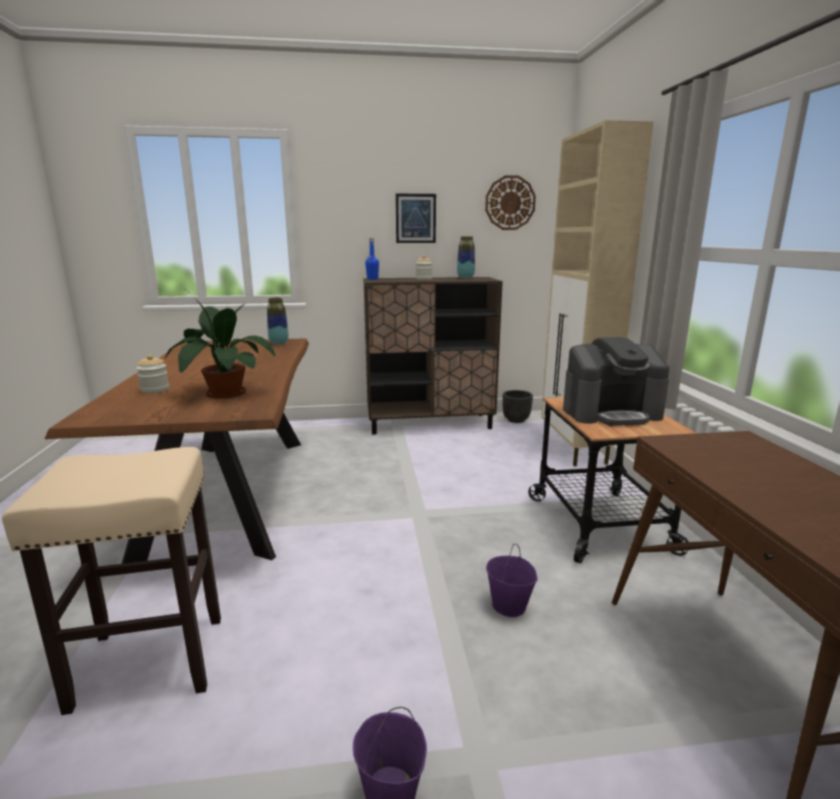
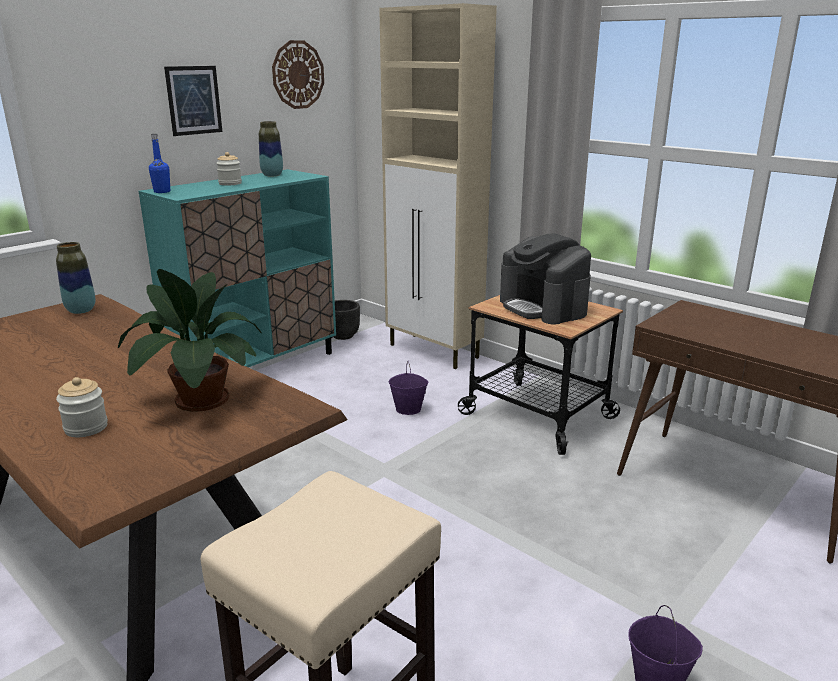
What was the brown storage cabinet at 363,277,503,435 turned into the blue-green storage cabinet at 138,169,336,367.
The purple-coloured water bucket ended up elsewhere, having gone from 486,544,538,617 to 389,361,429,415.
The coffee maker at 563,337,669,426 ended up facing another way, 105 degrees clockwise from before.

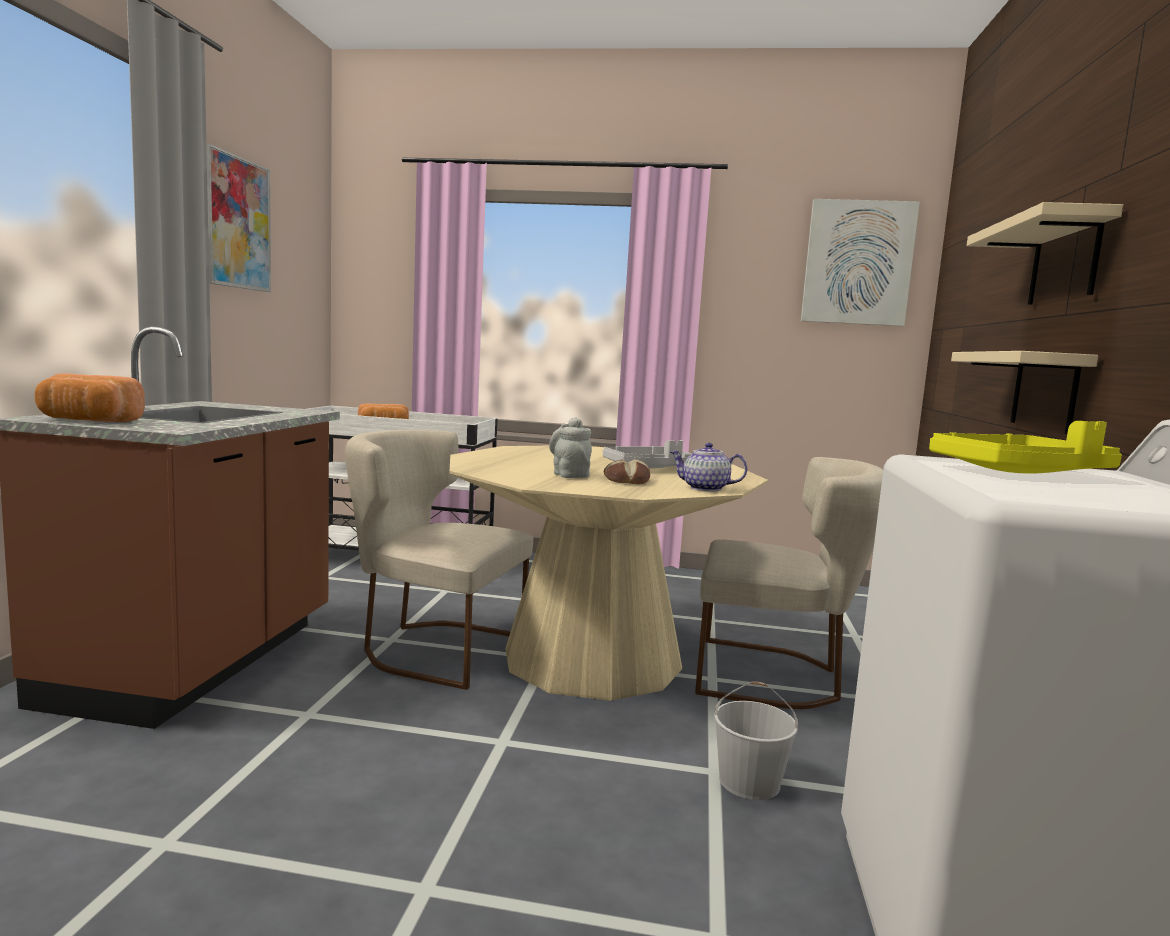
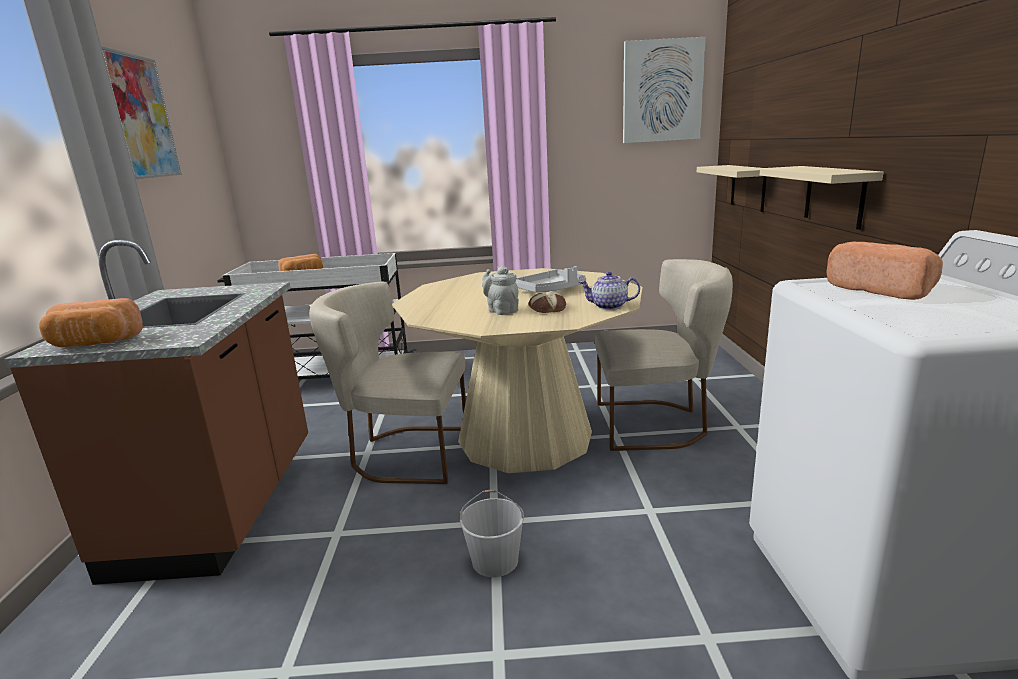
The whitish water bucket ended up elsewhere, having gone from 714,681,798,800 to 460,490,524,577.
Where the yellowish tray stood at 929,421,1122,474, the bread came to stand at 827,242,943,300.
The beige-coloured wall shelf ended up elsewhere, having gone from 967,202,1123,305 to 697,165,767,212.

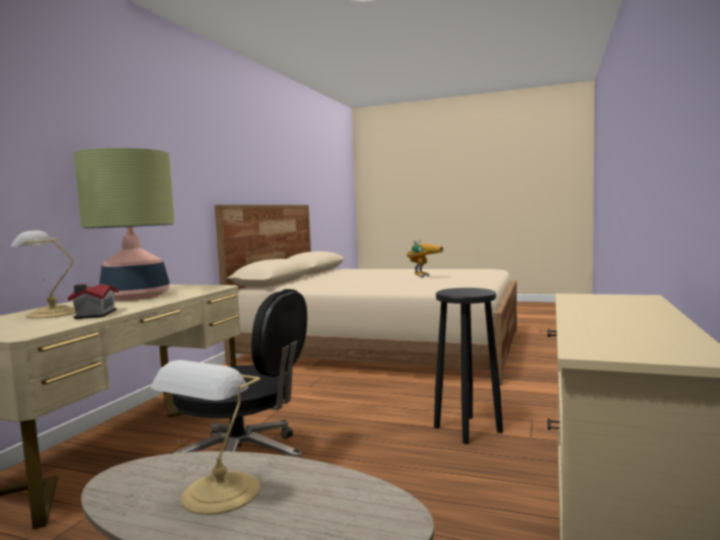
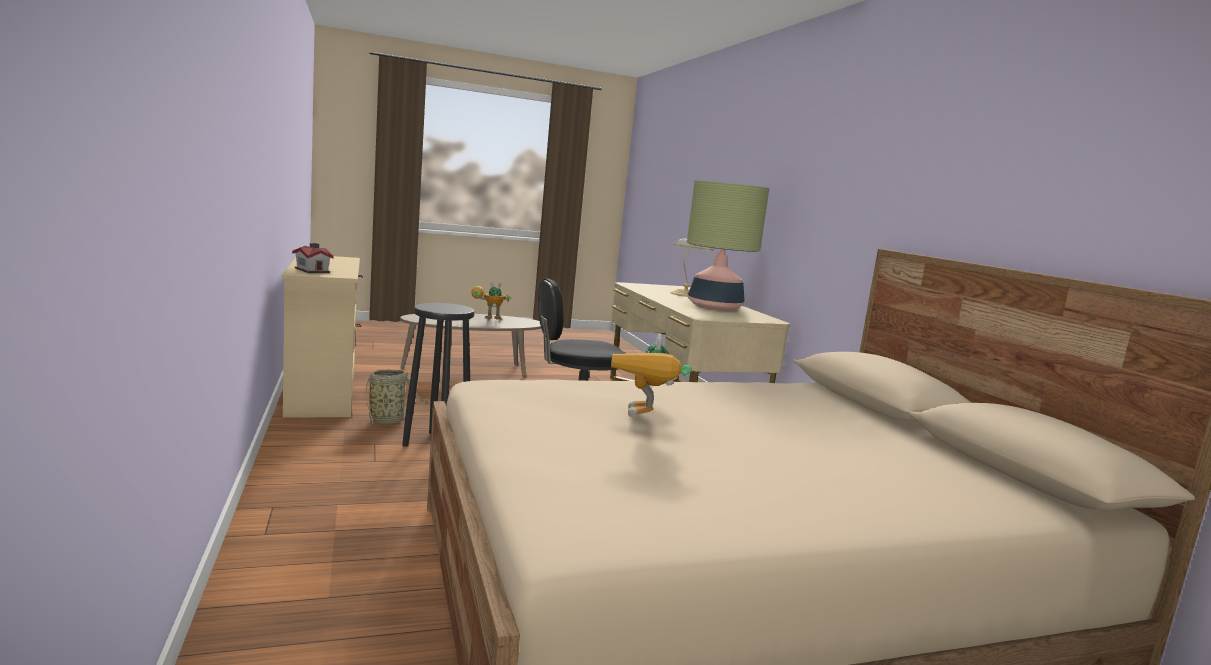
The miniature house ended up elsewhere, having gone from 68,284,119,319 to 292,243,334,273.
Where the lamp for a table stood at 151,360,260,515, the toy robot came to stand at 471,282,511,320.
The second view gained the basket at 355,369,429,425.

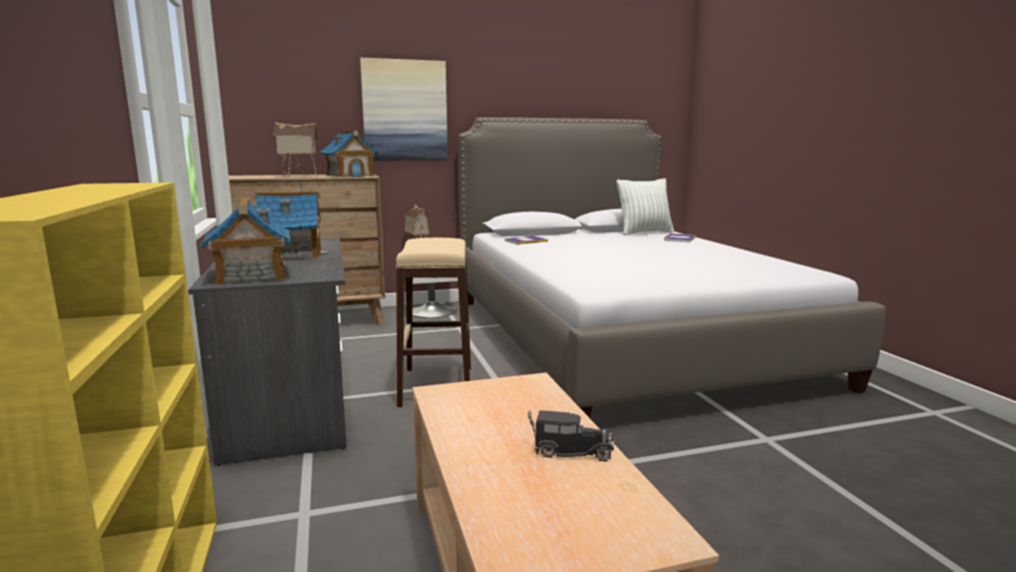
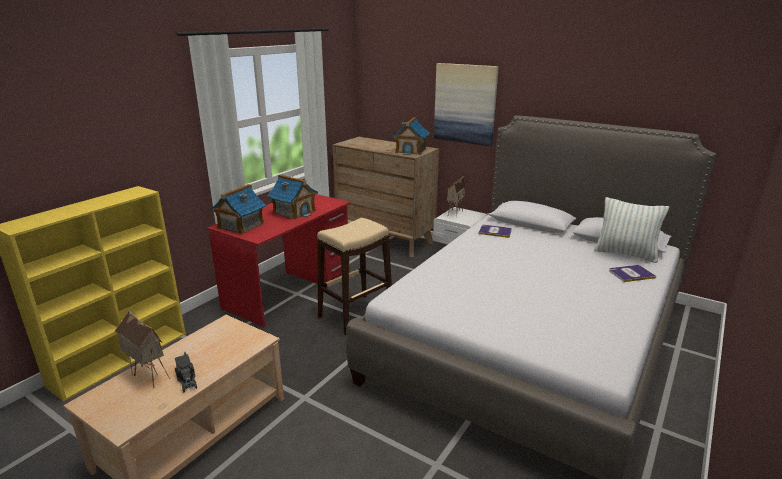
What was the grey desk unit at 188,238,347,466 turned into the red desk unit at 207,194,350,327.
The miniature house ended up elsewhere, having gone from 273,122,318,178 to 114,310,170,388.

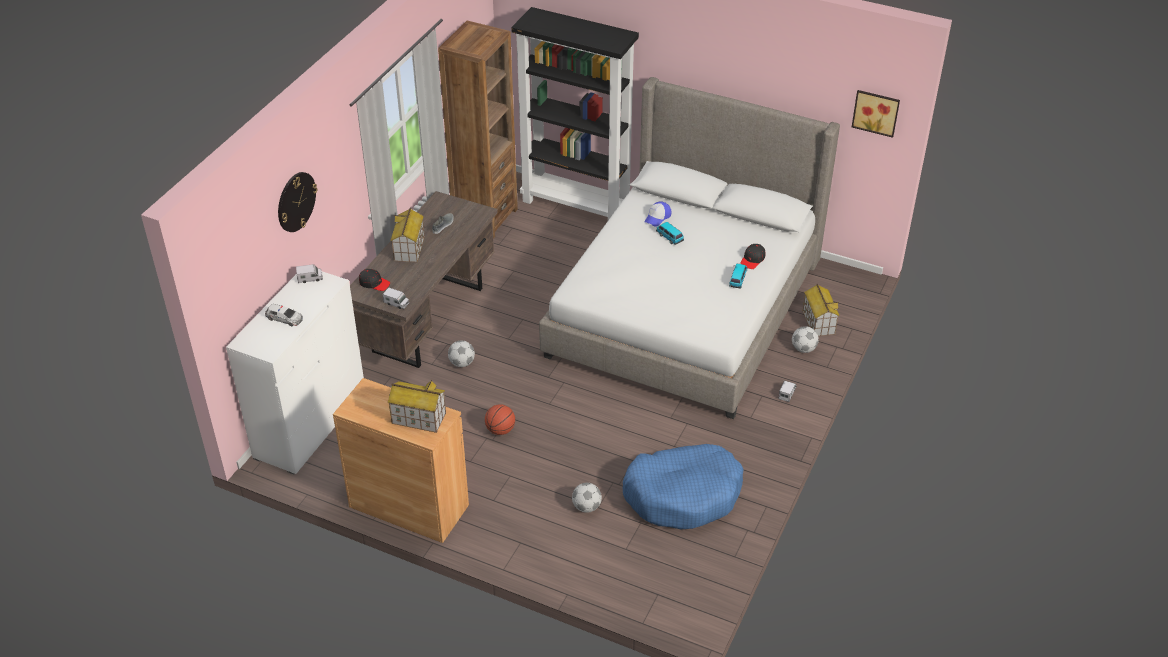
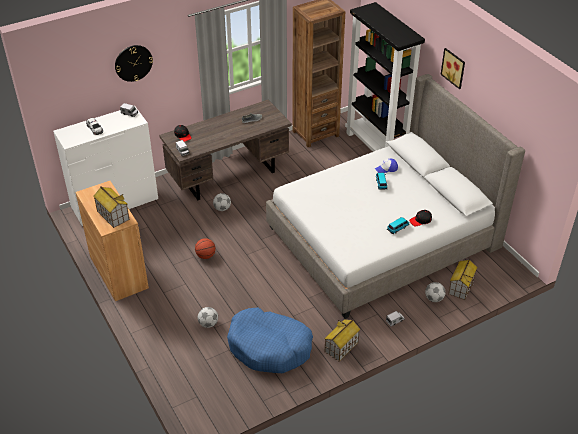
The miniature house ended up elsewhere, having gone from 390,207,425,263 to 325,319,360,362.
The picture ended up elsewhere, having gone from 852,90,900,138 to 440,48,465,89.

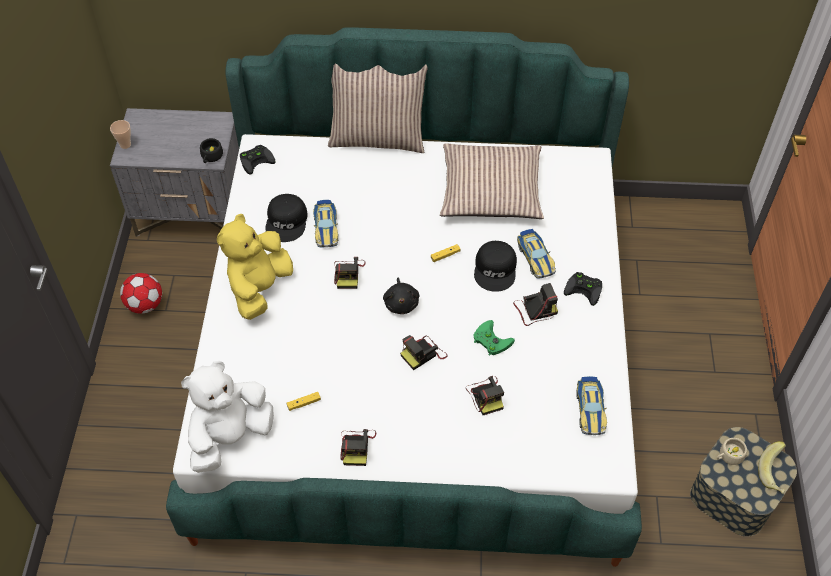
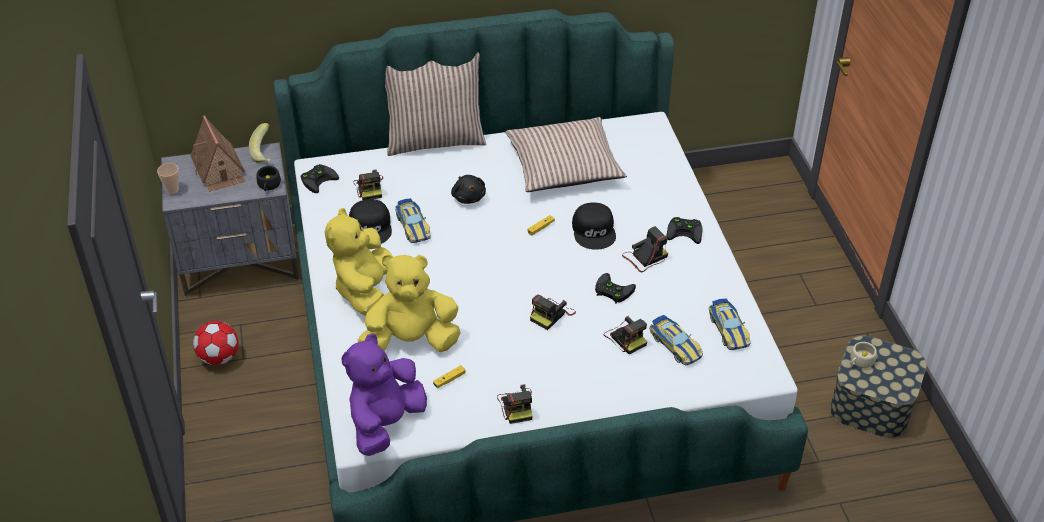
What was the whitish soft toy at 181,361,274,473 turned into the purple-coloured soft toy at 341,334,427,456.
The still camera ended up elsewhere, having gone from 334,257,366,289 to 353,169,383,200.
The black soft toy ended up elsewhere, having gone from 383,277,419,314 to 451,175,486,204.
What was the greenish joypad at 473,320,515,356 turned into the black joypad at 595,273,636,304.
The miniature car ended up elsewhere, having gone from 517,229,556,278 to 649,315,703,366.
The banana ended up elsewhere, having gone from 758,441,786,494 to 249,123,271,163.
The second view gained the miniature house at 190,115,246,192.
The second view gained the yellowish soft toy at 357,254,461,352.

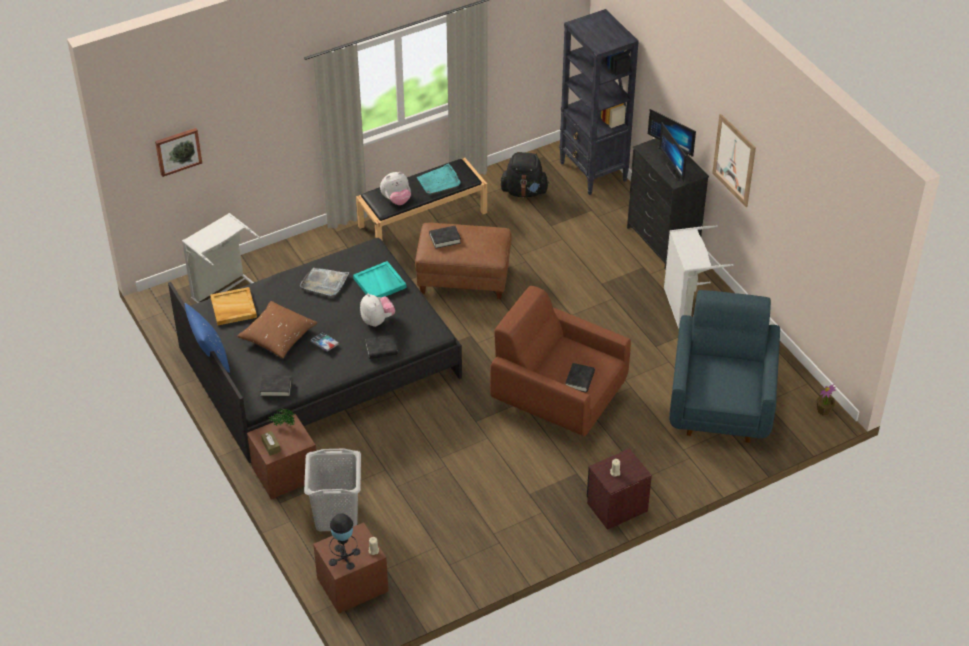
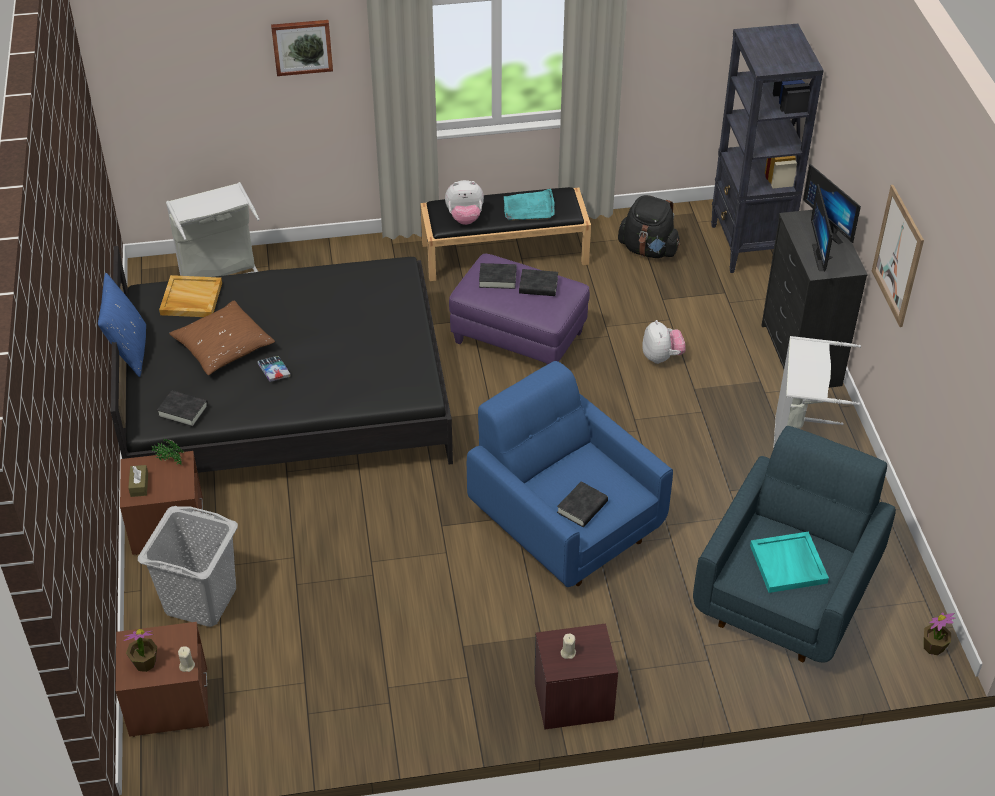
The picture ended up elsewhere, having gone from 155,128,202,177 to 271,20,333,76.
The second view lost the grey tray at 300,268,350,296.
Where the black lamp for a table stood at 329,513,360,570, the potted plant came to stand at 124,629,157,672.
The blue-green tray ended up elsewhere, having gone from 353,261,406,297 to 750,531,829,593.
The soft toy ended up elsewhere, having gone from 360,293,395,327 to 642,320,686,364.
The black book ended up elsewhere, having gone from 365,335,398,359 to 519,269,558,296.
What was the brown pouffe at 415,223,511,299 turned into the purple-coloured pouffe at 449,254,590,365.
What was the brown lounge chair at 490,286,631,436 turned into the blue-coloured lounge chair at 467,361,673,587.

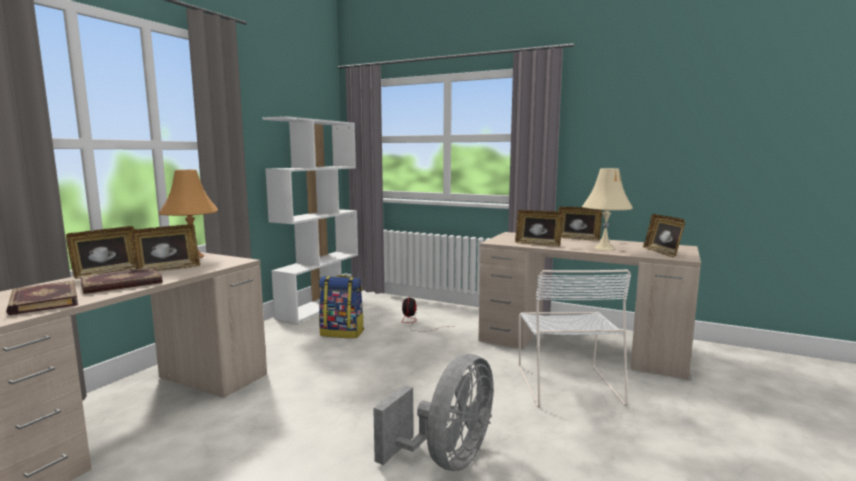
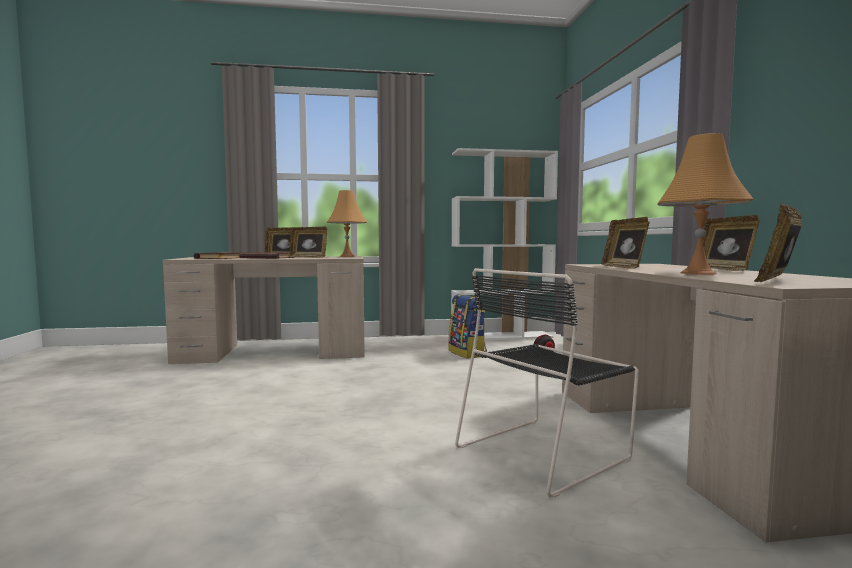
The second view lost the grey cooling fan at 373,354,493,471.
What was the whitish chair at 519,269,631,407 turned into the black chair at 455,268,639,498.
What was the beige-coloured lamp for a table at 582,168,633,250 turned into the orange-coloured lamp for a table at 657,133,753,275.

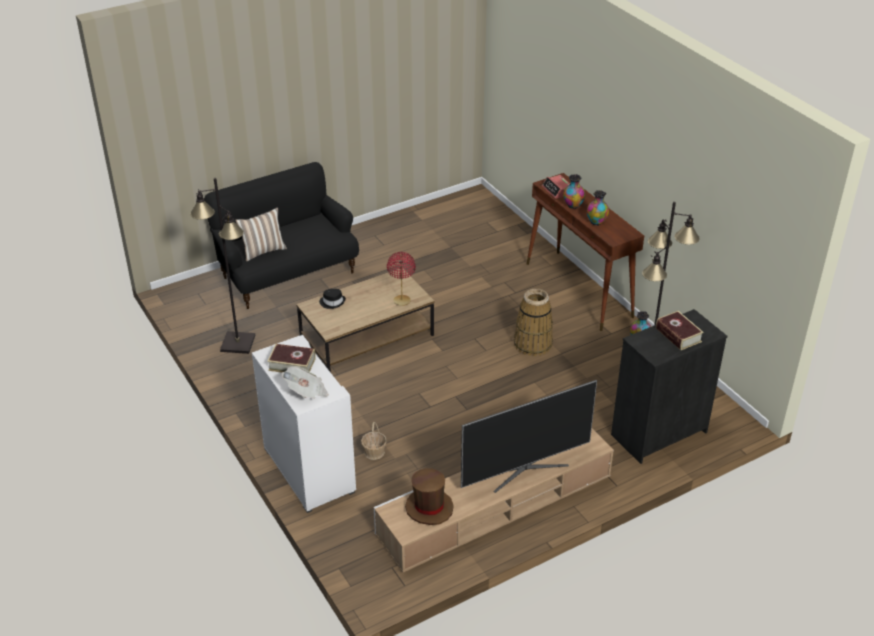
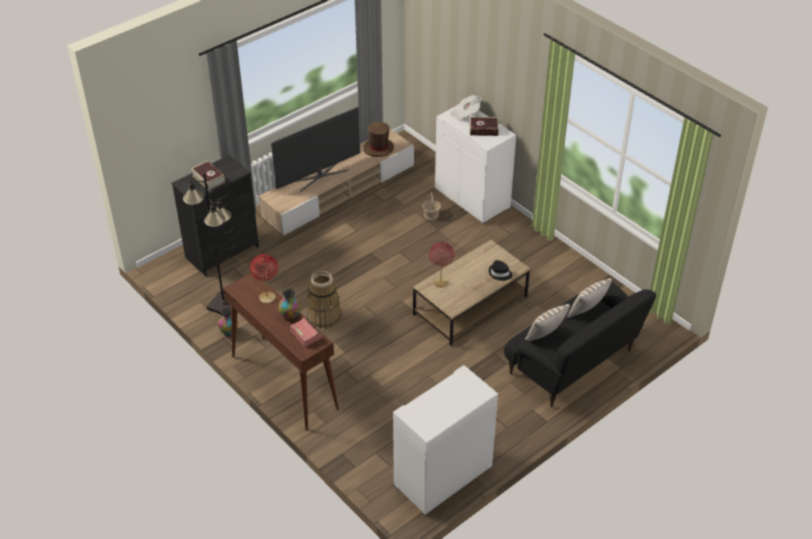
The second view lost the black standard lamp at 190,178,255,354.
Where the flower vase stood at 587,190,609,226, the red lamp for a table came to stand at 250,254,278,303.
The second view gained the whitish storage cabinet at 393,365,498,516.
The second view gained the cushion at 525,304,570,342.

